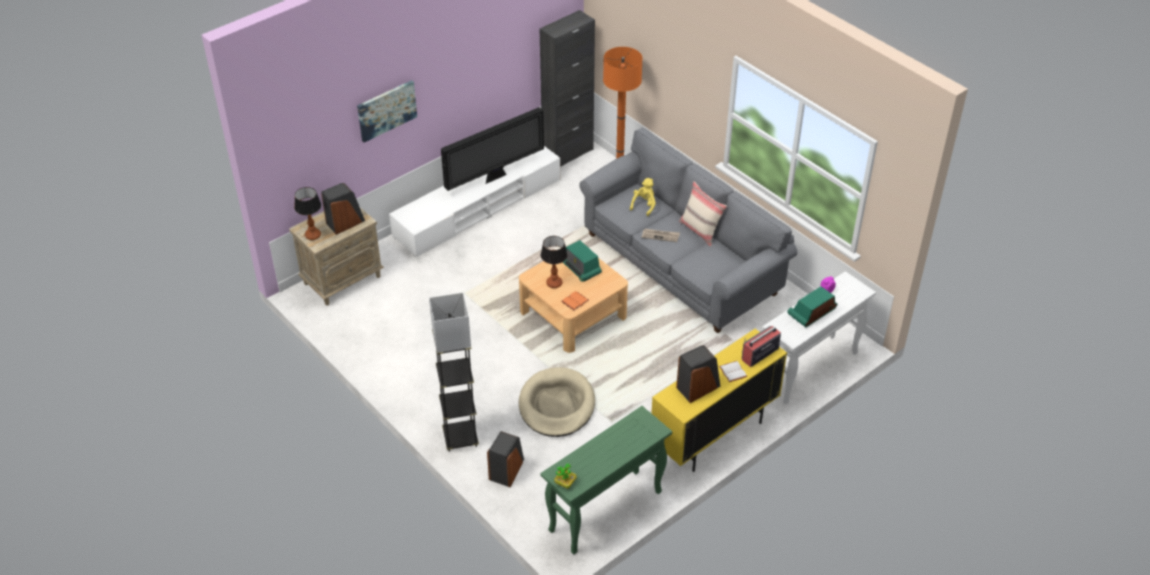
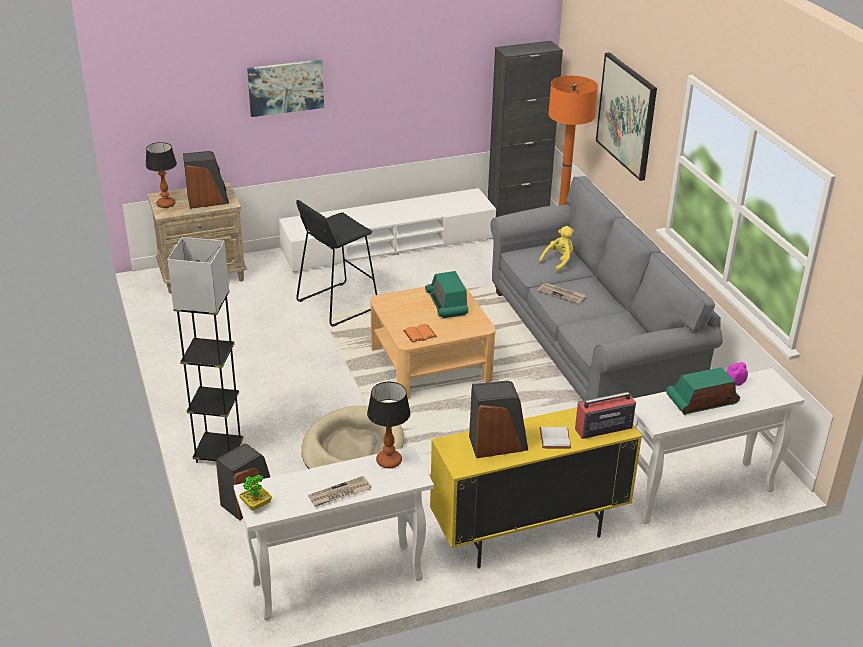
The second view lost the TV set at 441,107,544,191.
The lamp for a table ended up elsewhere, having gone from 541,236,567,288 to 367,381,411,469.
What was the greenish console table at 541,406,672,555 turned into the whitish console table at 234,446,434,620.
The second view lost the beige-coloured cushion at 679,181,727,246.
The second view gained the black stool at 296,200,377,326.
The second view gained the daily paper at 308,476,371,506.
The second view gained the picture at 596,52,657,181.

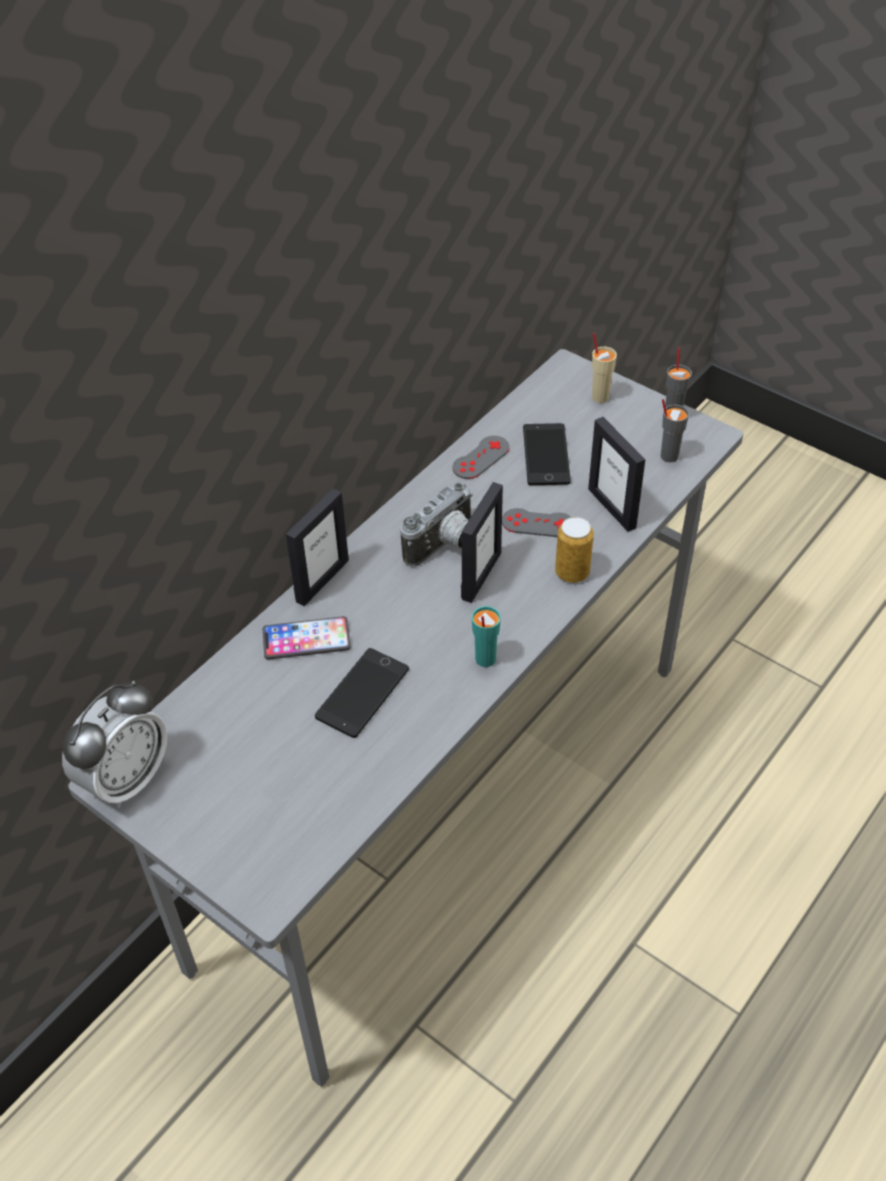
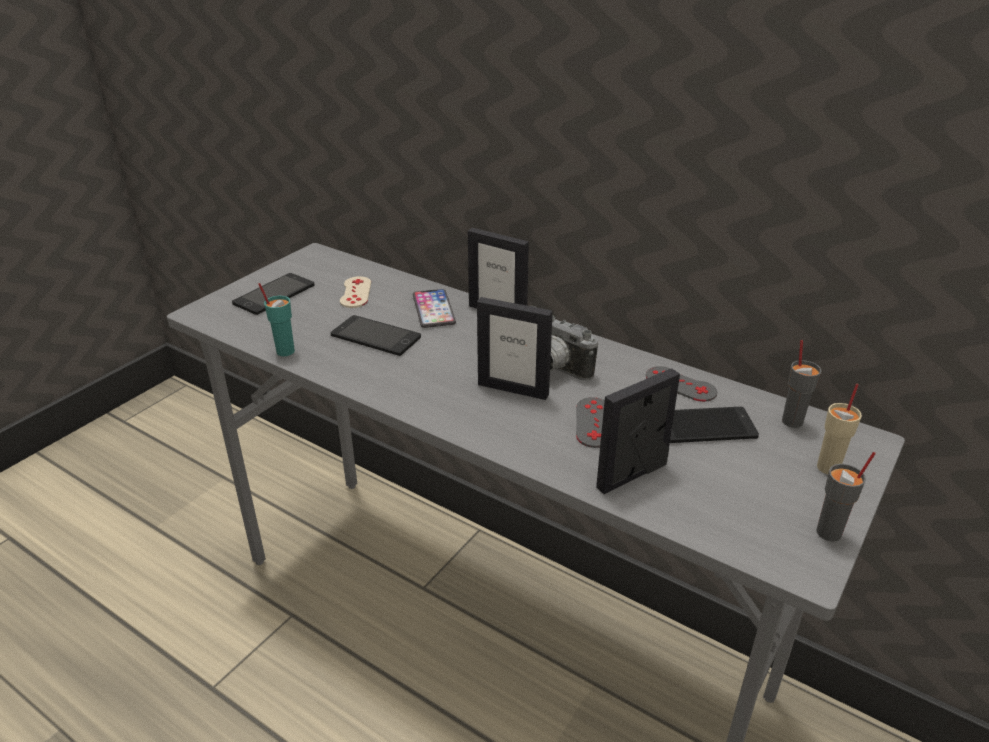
The second view lost the bedside clock at 62,680,167,808.
The blue-green drinking cup ended up elsewhere, having gone from 472,606,501,667 to 258,283,295,356.
The second view lost the can at 555,517,594,583.
The grey drinking cup ended up elsewhere, having gone from 661,399,689,462 to 782,340,822,428.
The second view gained the phone at 232,273,315,315.
The second view gained the beige-coloured joypad at 340,276,371,308.

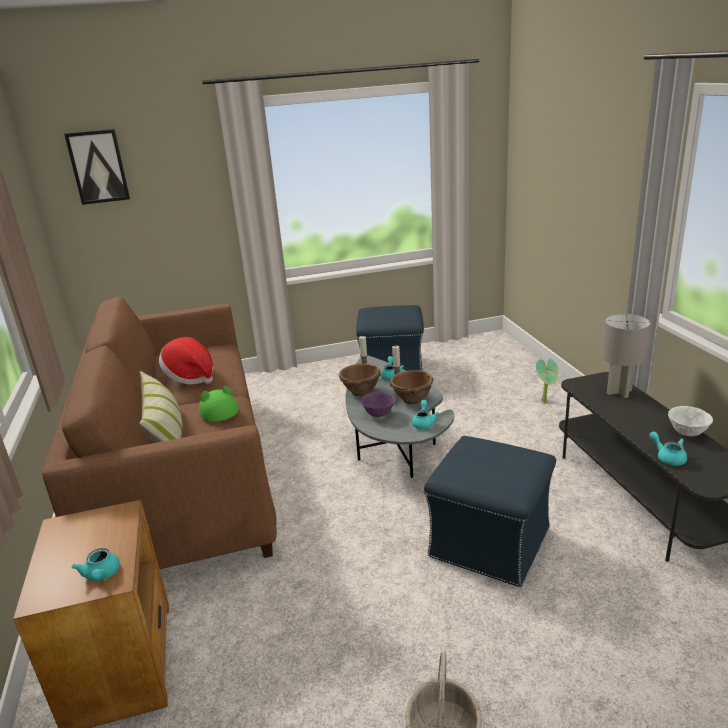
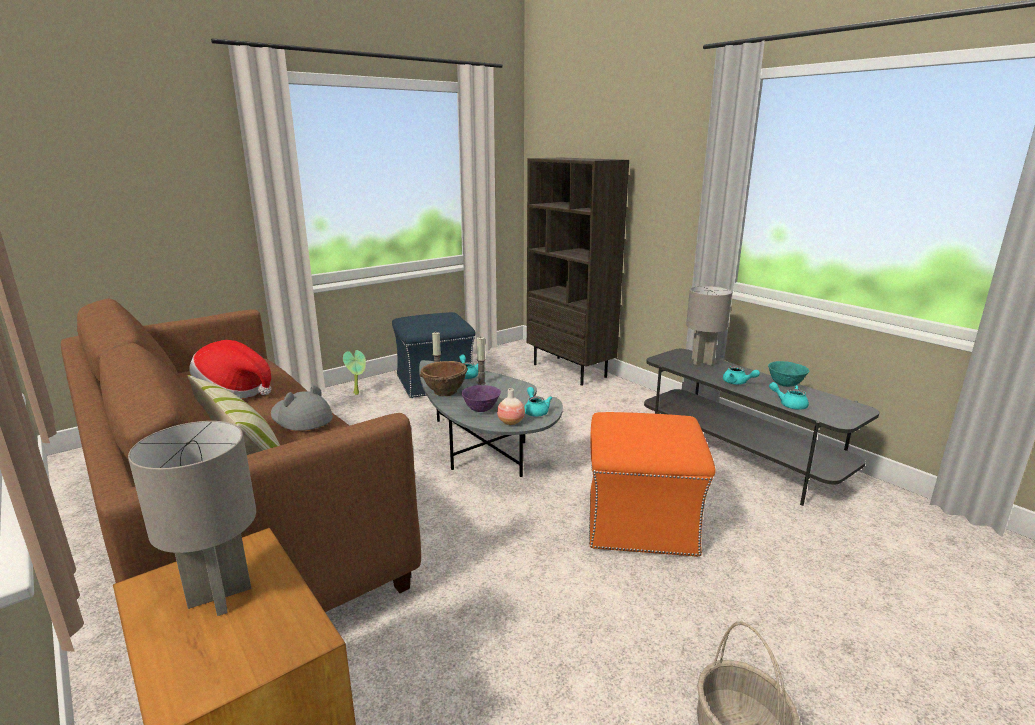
The second view lost the picture at 64,129,130,205.
The blue-green pot for tea ended up elsewhere, having gone from 72,548,120,581 to 723,366,760,385.
What was the greenish wearable hat at 199,386,239,422 turned into the grey wearable hat at 271,385,333,431.
The second view lost the brown serving bowl at 390,370,434,404.
What was the blue-coloured pouffe at 424,436,556,587 turned into the orange-coloured pouffe at 589,412,716,557.
The potted plant ended up elsewhere, having gone from 536,359,558,403 to 343,350,366,395.
What was the whitish serving bowl at 668,406,713,436 turned into the blue-green serving bowl at 768,361,809,387.
The second view gained the grey lamp for a table at 128,421,256,616.
The second view gained the flower vase at 497,388,525,425.
The second view gained the brown bookshelf at 527,158,629,386.

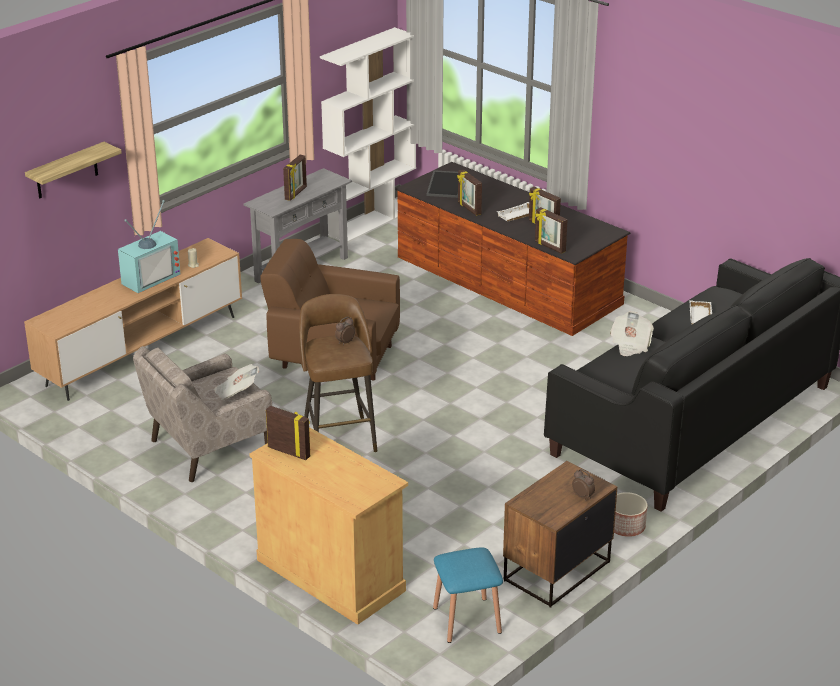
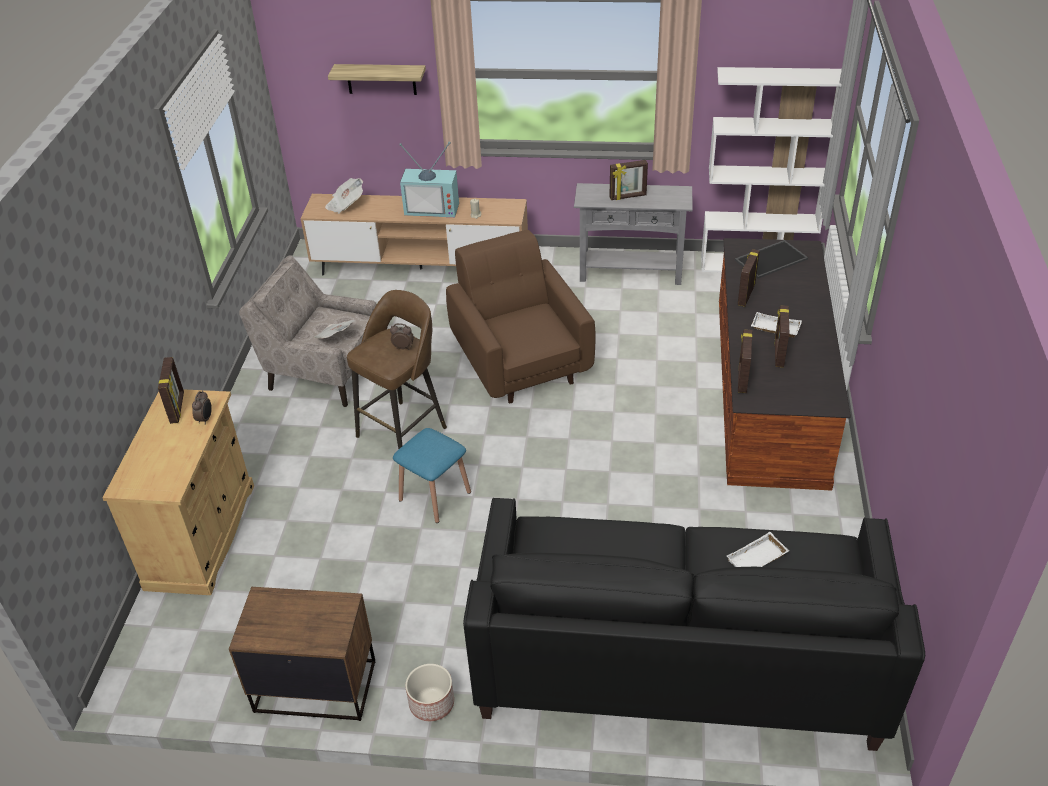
The blue-coloured stool ended up elsewhere, having gone from 433,548,503,643 to 393,428,471,523.
The bedside clock ended up elsewhere, having gone from 572,469,595,501 to 192,390,212,425.
The daily paper ended up elsewhere, having gone from 610,311,654,356 to 325,178,363,214.

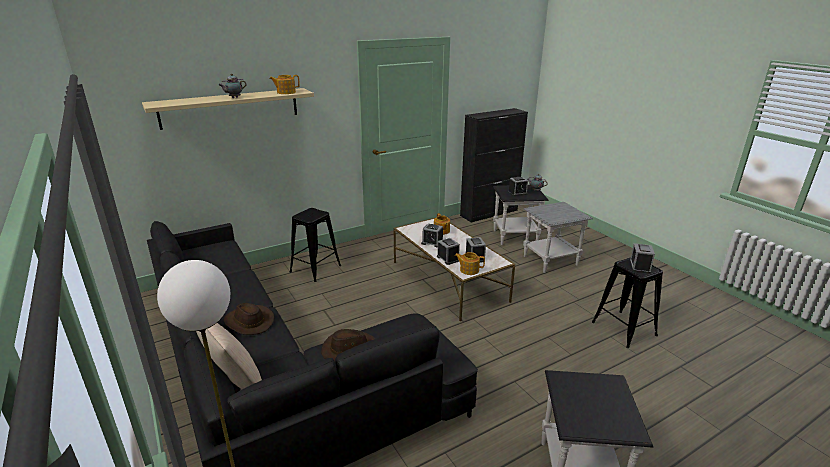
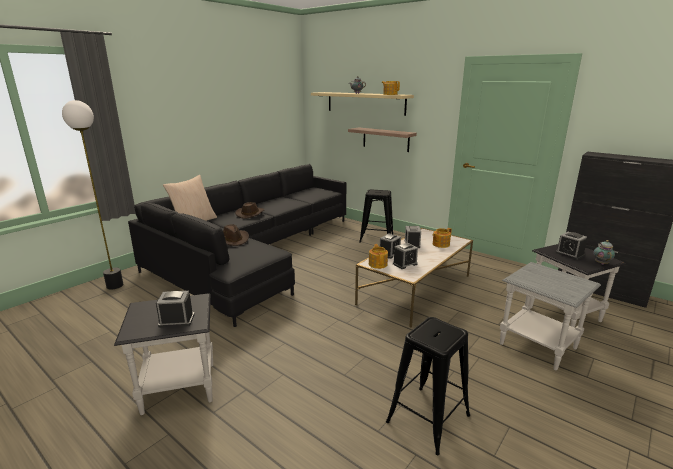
The bedside clock ended up elsewhere, having gone from 630,243,655,274 to 156,291,195,328.
The second view gained the wall shelf at 348,127,417,152.

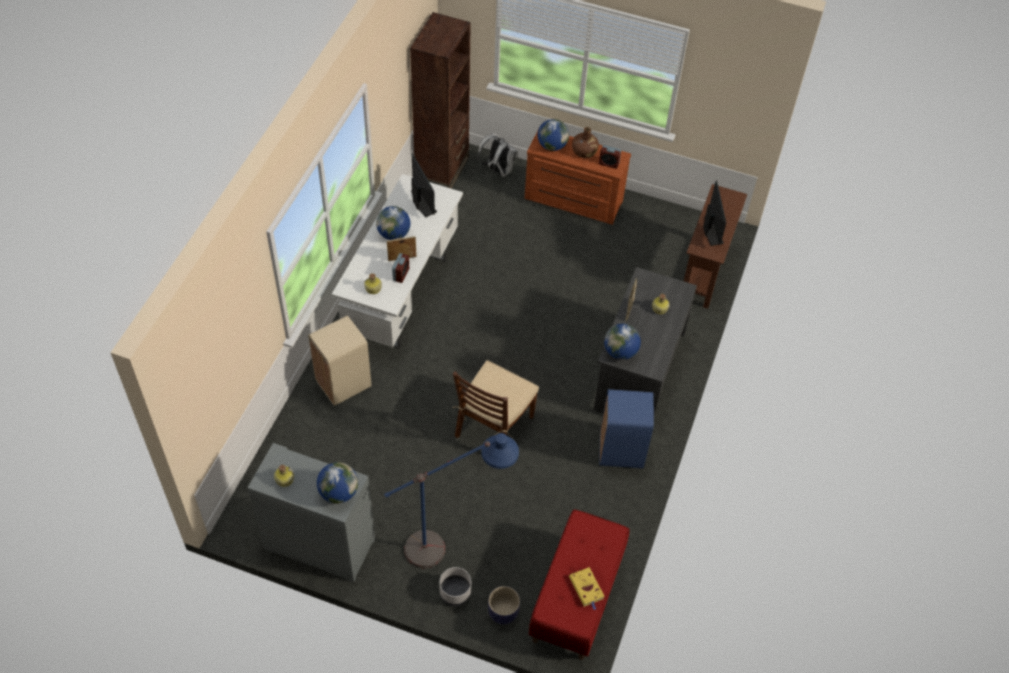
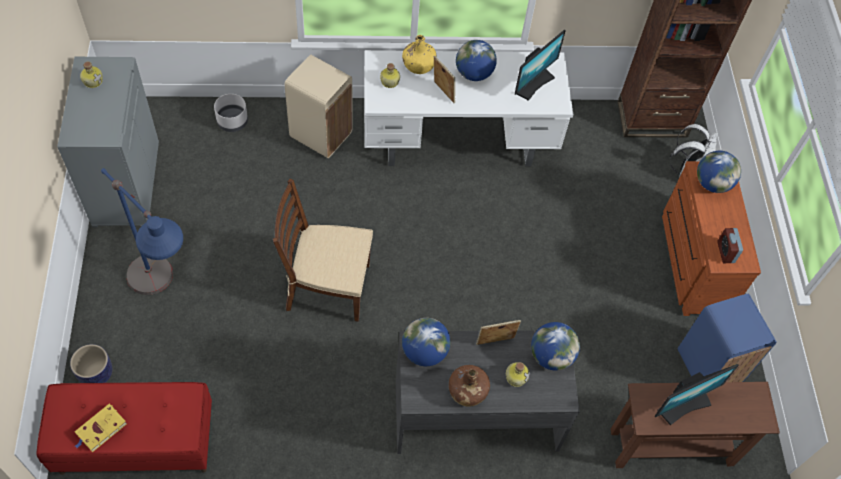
The desk globe ended up elsewhere, having gone from 317,462,358,504 to 531,322,580,371.
The second view lost the bedside clock at 392,253,409,283.
The grey flower pot ended up elsewhere, having gone from 439,567,471,606 to 214,94,248,132.
The brown bottle ended up elsewhere, having gone from 572,127,599,158 to 449,365,490,407.
The blue-coloured waste bin ended up elsewhere, having gone from 599,389,654,468 to 678,294,777,382.
The second view gained the yellowish bottle at 402,35,437,74.

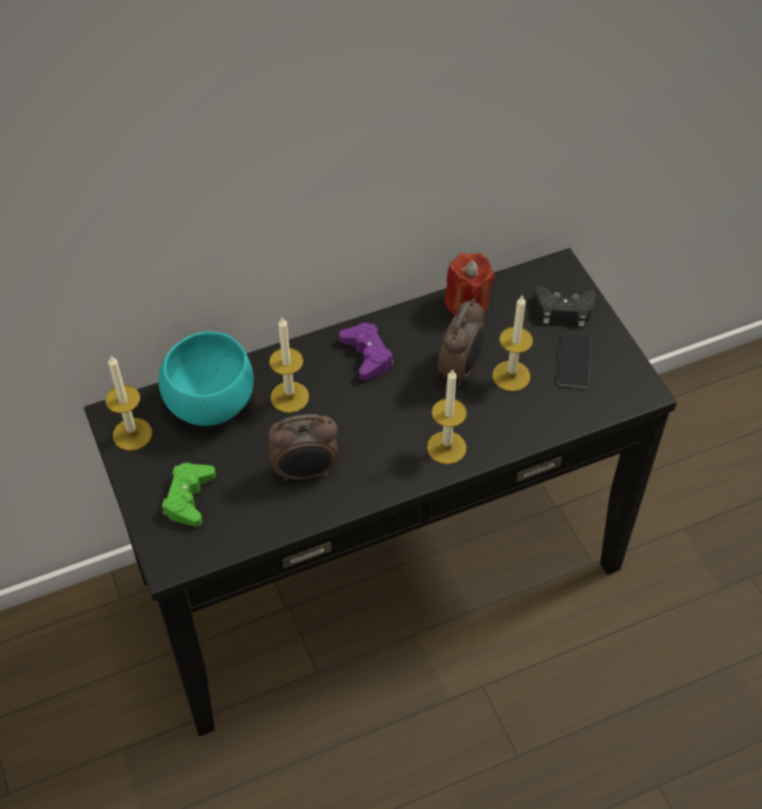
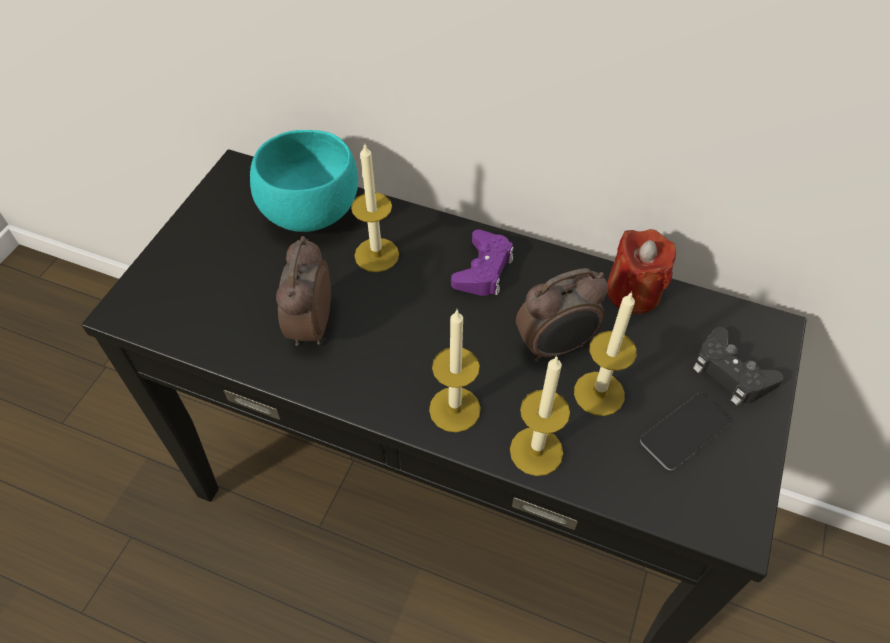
The candle ended up elsewhere, having gone from 105,356,152,451 to 510,355,570,476.
The second view lost the greenish joypad at 162,463,216,527.
The bedside clock at 268,414,338,482 ended up facing another way, 60 degrees clockwise from before.

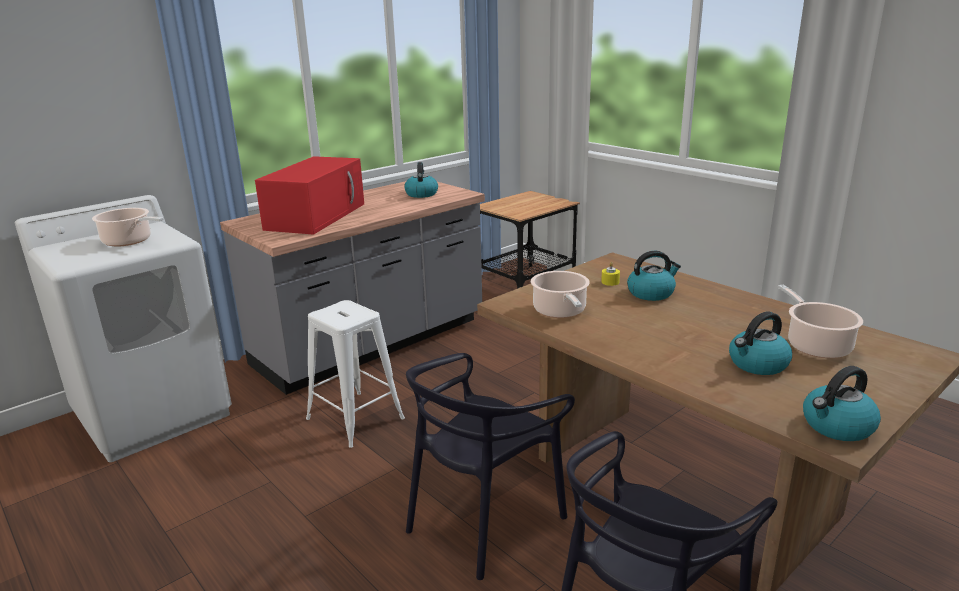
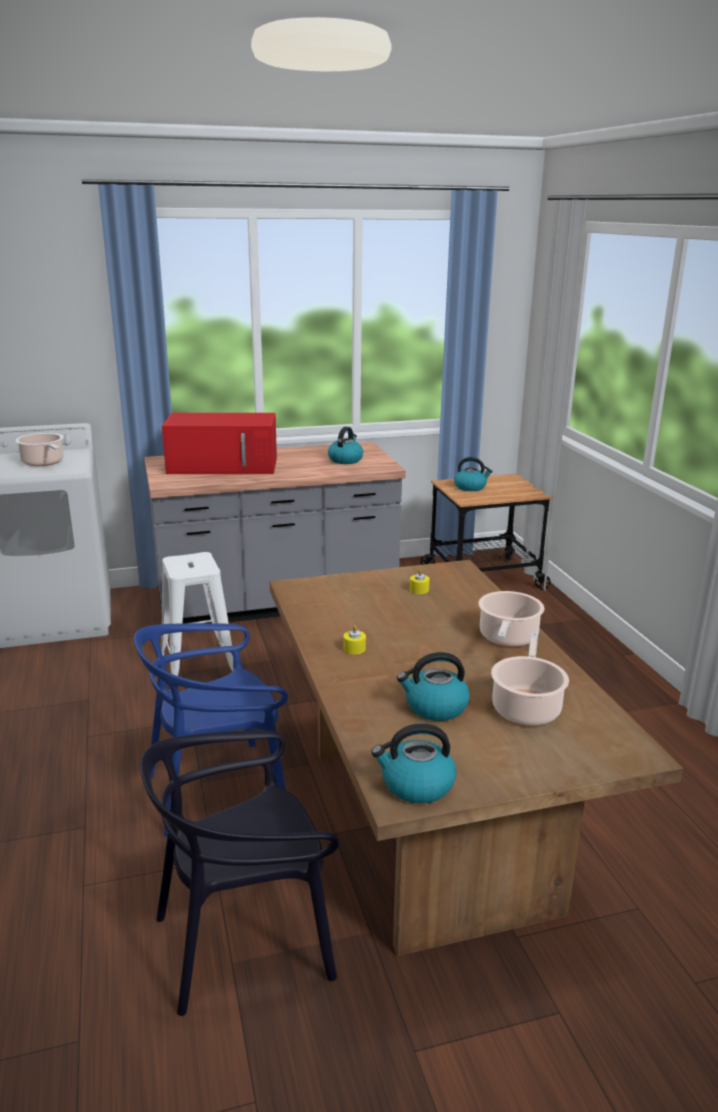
The red microwave oven at 255,156,364,235 ended up facing another way, 45 degrees clockwise from before.
What was the black chair at 406,353,575,580 turned into the blue-coloured chair at 134,623,288,837.
The cooking pot ended up elsewhere, having gone from 531,271,590,318 to 478,591,544,647.
The tea kettle ended up elsewhere, having gone from 627,251,681,301 to 454,457,493,491.
The second view gained the yellowish candle at 344,625,366,654.

